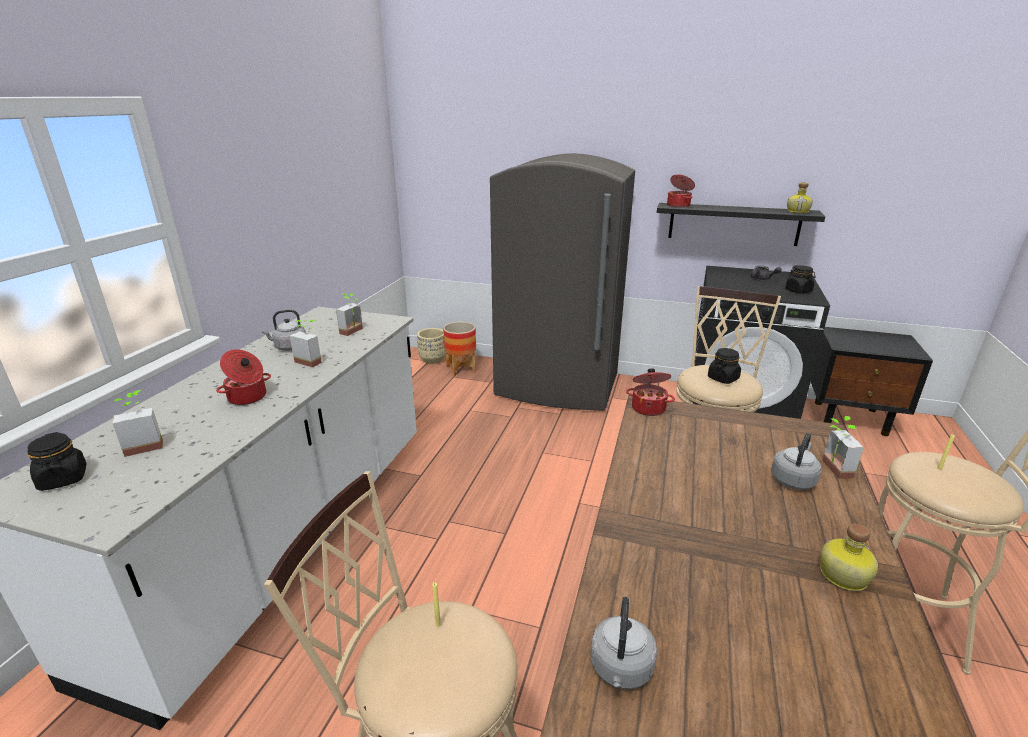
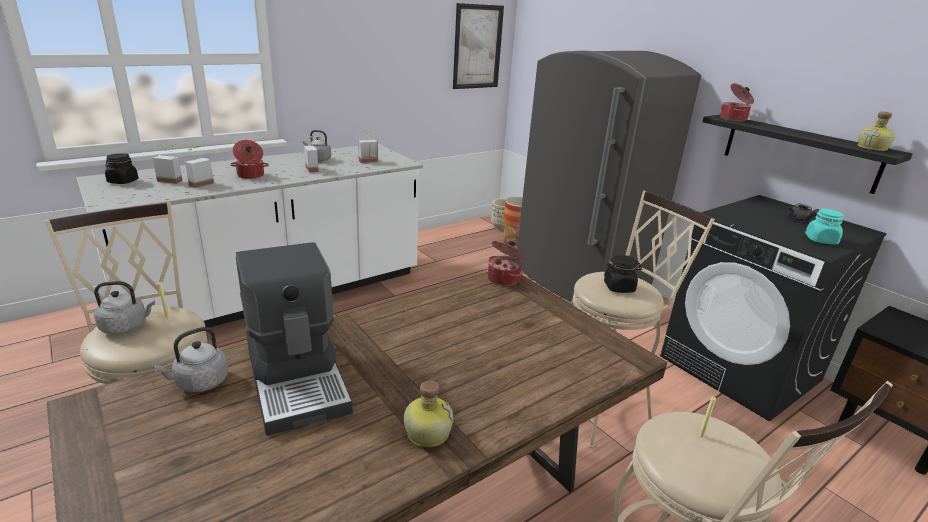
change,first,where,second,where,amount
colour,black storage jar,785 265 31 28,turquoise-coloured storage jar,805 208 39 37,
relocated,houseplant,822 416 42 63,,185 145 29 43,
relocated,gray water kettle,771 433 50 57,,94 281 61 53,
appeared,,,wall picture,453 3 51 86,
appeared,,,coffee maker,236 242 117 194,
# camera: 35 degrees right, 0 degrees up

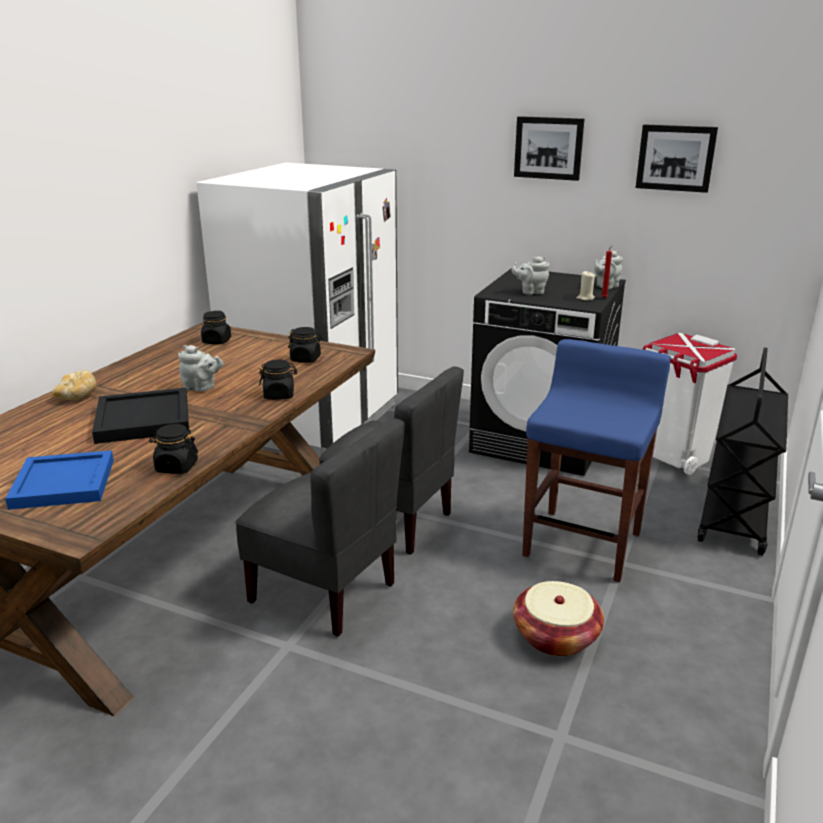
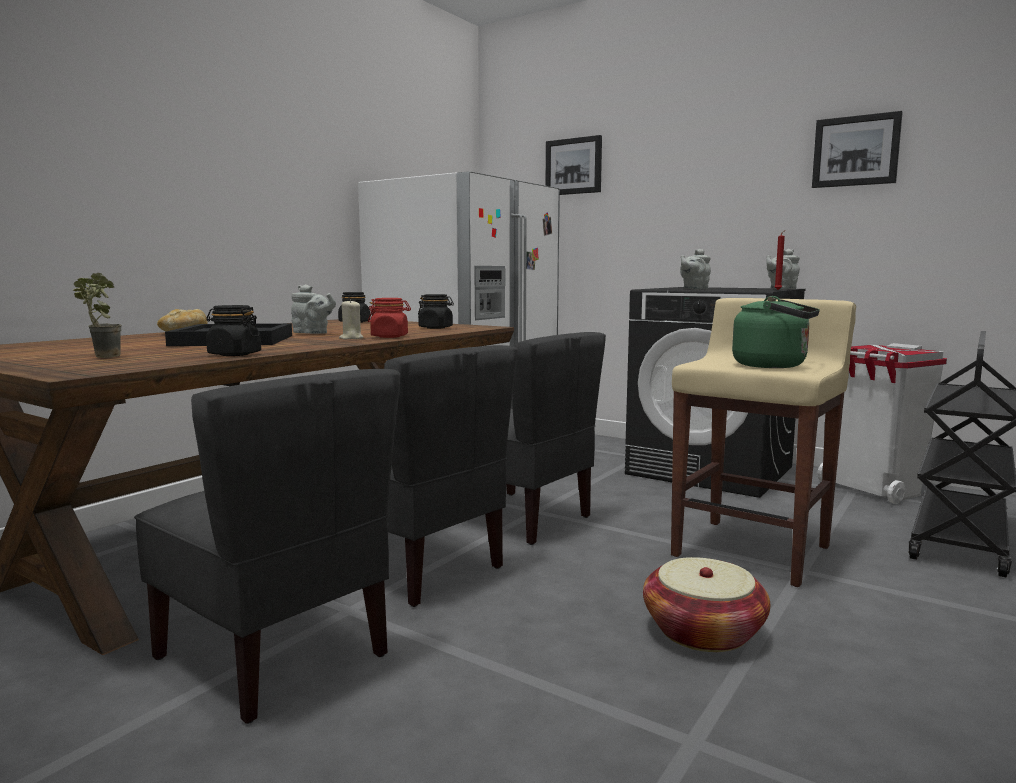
change,first,where,second,where,amount
relocated,wall picture,514 116 70 65,,545 135 57 60,
spun,gray pot for tea,511 256 38 39,,680 249 31 40,45 degrees counterclockwise
relocated,sand-coloured wax light,577 271 18 30,,339 299 25 40,
colour,bluish sitting stool,522 339 149 243,sand-coloured sitting stool,671 298 185 289,
colour,black storage jar,259 359 38 41,red-coloured storage jar,368 298 43 40,
exchanged,bluish serving tray,5 450 109 60,houseplant,72 273 50 85,
appeared,,,greenish water kettle,732 296 88 72,
appeared,,,gray plain chair,134 369 266 355,
# camera: 10 degrees right, 15 degrees down

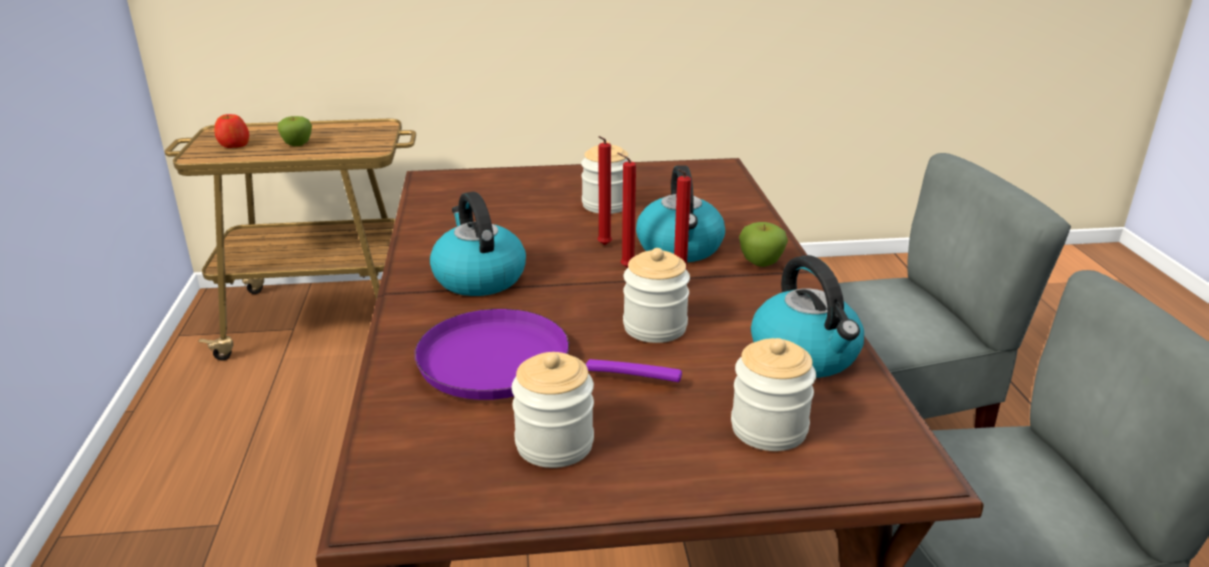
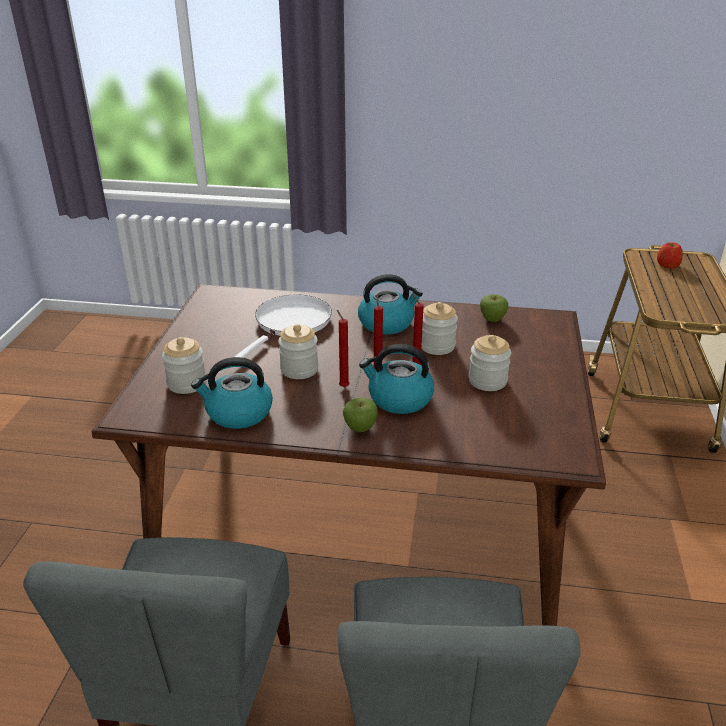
change,first,where,second,where,amount
relocated,apple fruit,277 116 35 30,,480 294 29 28,
colour,purple-coloured frying pan,414 309 268 91,whitish frying pan,235 294 97 64,
relocated,storage jar,512 352 82 116,,421 302 37 53,
# camera: 105 degrees right, 5 degrees up

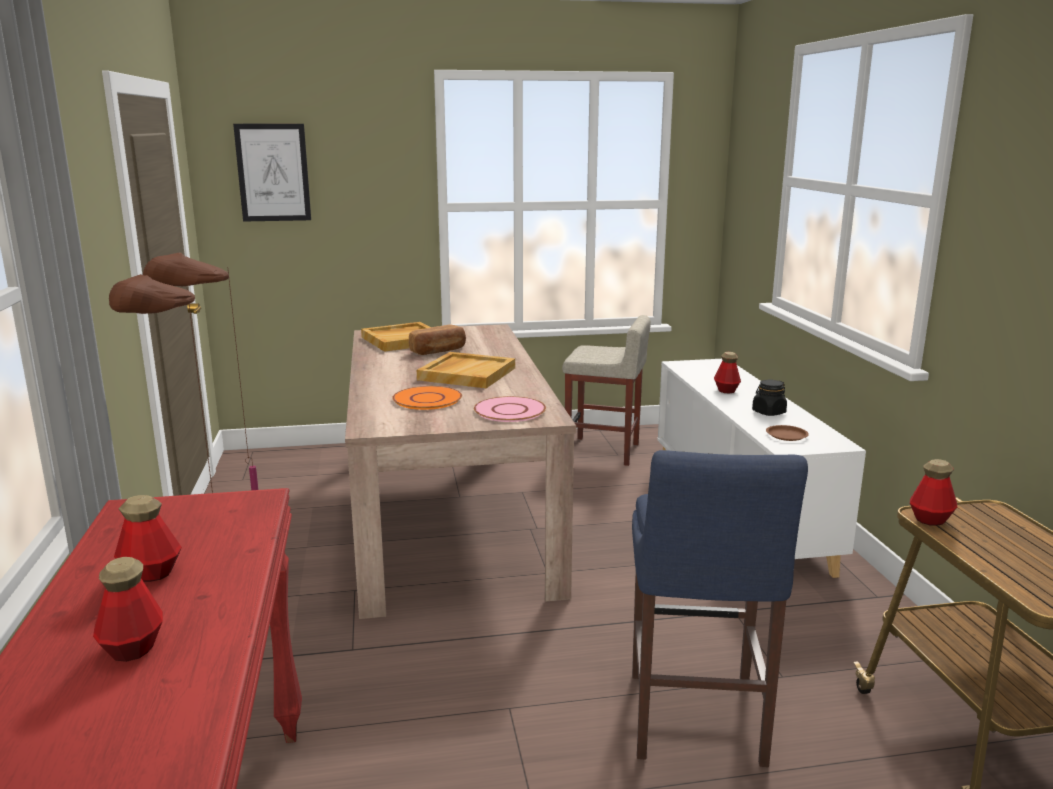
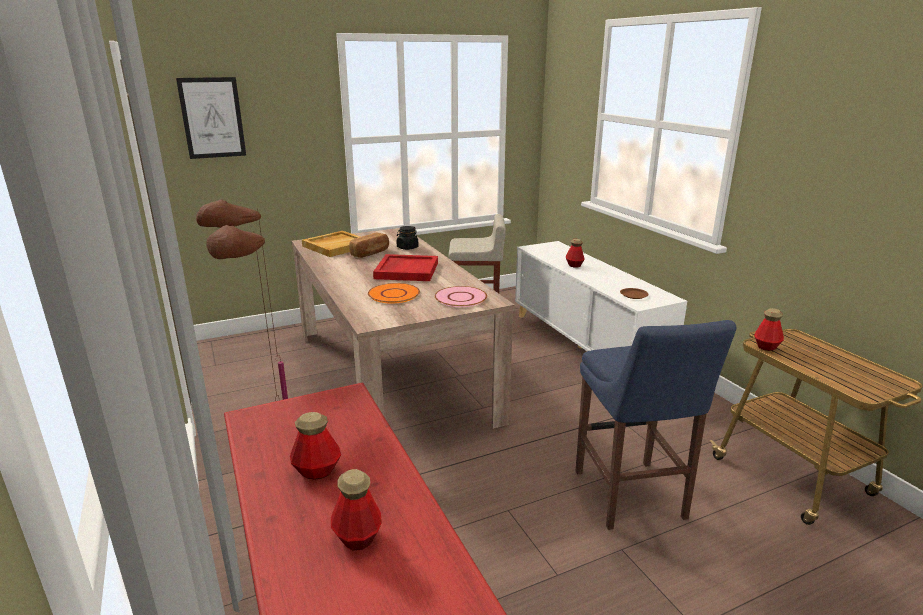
change,first,where,second,where,amount
colour,sand-coloured serving tray,417 352 98 36,red-coloured serving tray,373 254 65 27,
relocated,black storage jar,752 380 35 36,,397 226 21 24,
# camera: 15 degrees left, 5 degrees up

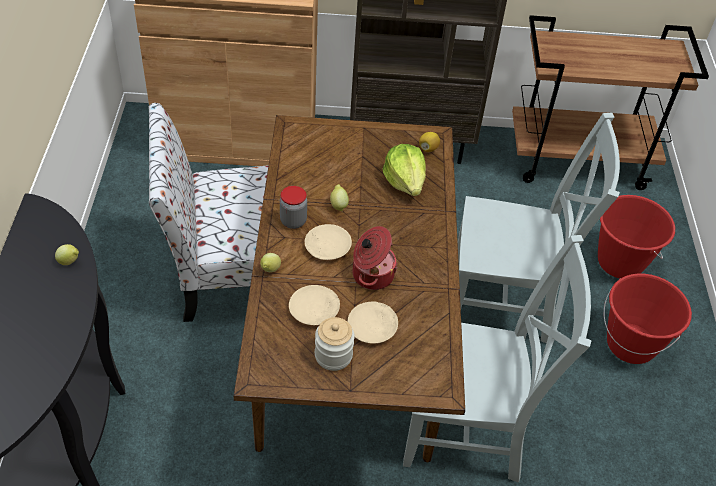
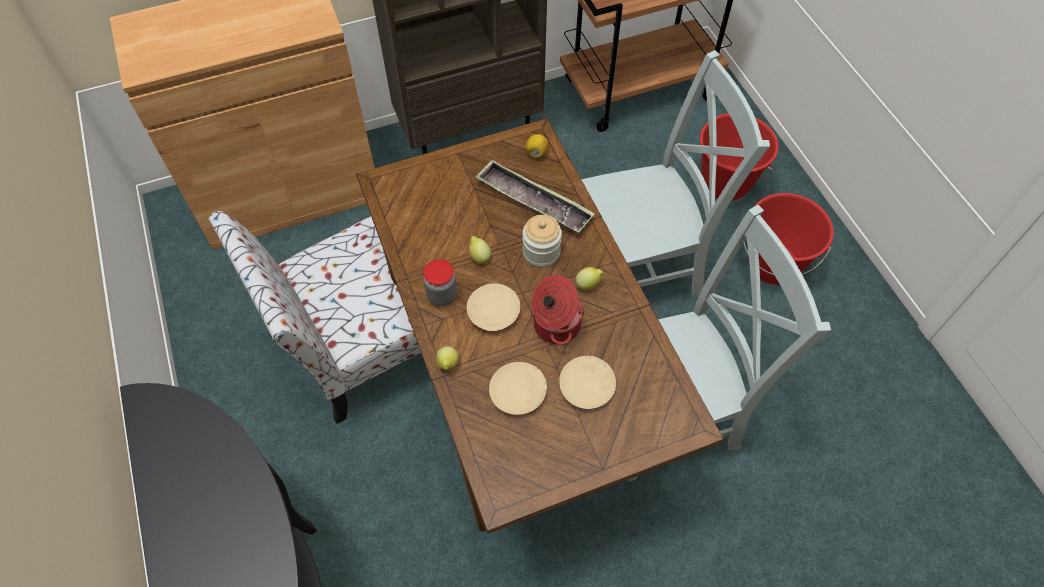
change,first,where,second,where,amount
exchanged,lettuce head,383 144 43 52,serving tray,475 160 120 73,
relocated,citrus fruit,55 244 24 21,,575 267 29 24,
relocated,storage jar,315 317 40 54,,523 215 39 53,
# camera: 20 degrees left, 10 degrees up

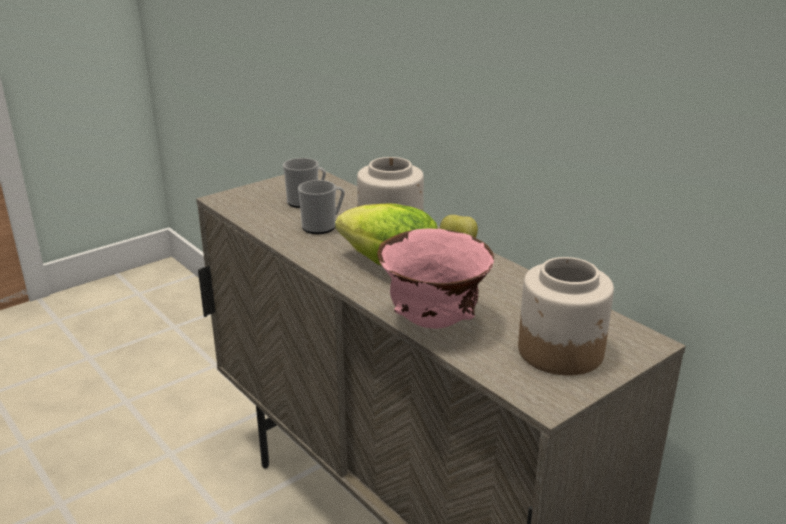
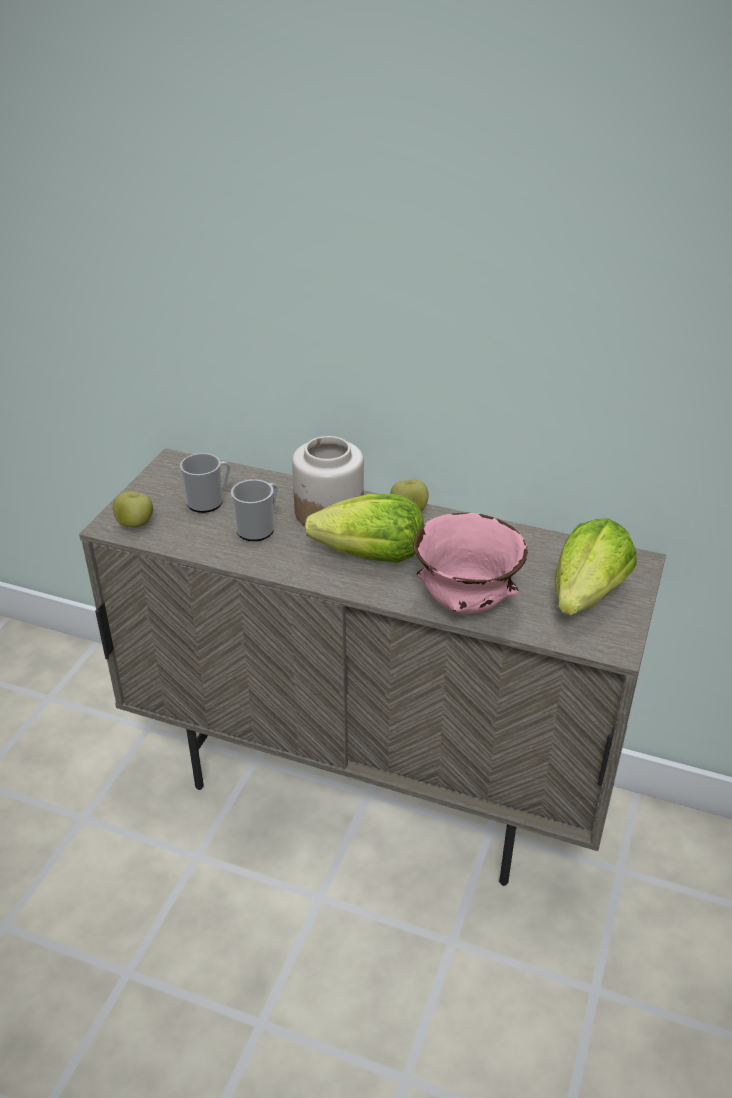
change,first,where,second,where,amount
exchanged,storage jar,518 257 96 118,lettuce head,554 518 83 97,
appeared,,,apple fruit,113 491 40 36,
# camera: 30 degrees left, 10 degrees up

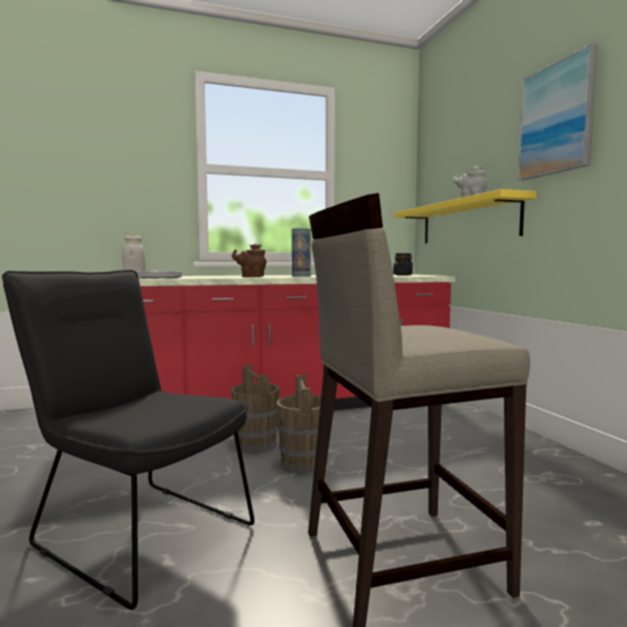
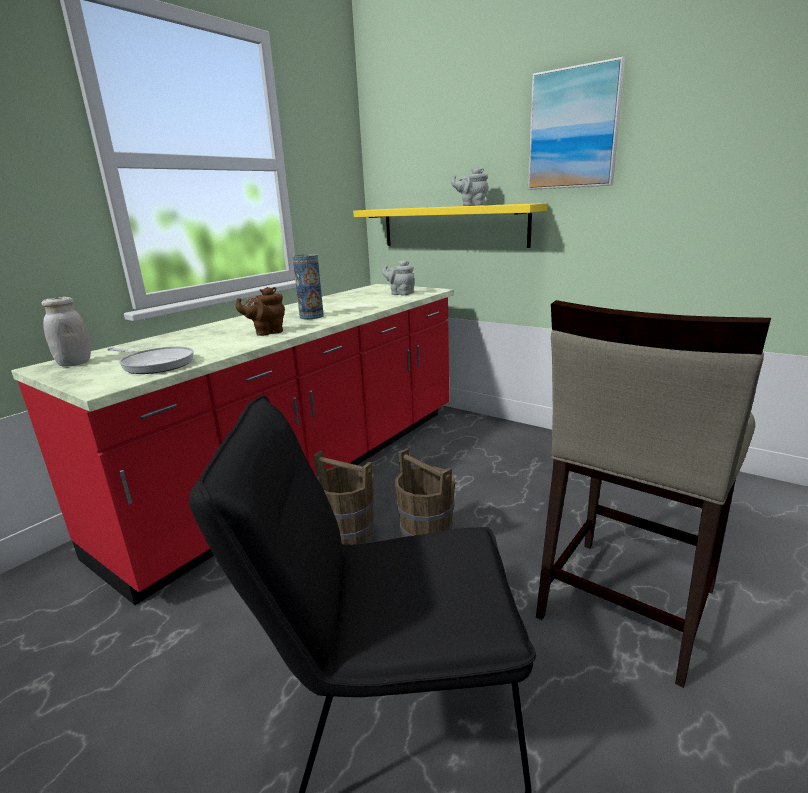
change,first,where,second,where,amount
exchanged,black storage jar,393 253 20 23,gray pot for tea,382 260 33 35,
# camera: 35 degrees left, 15 degrees up

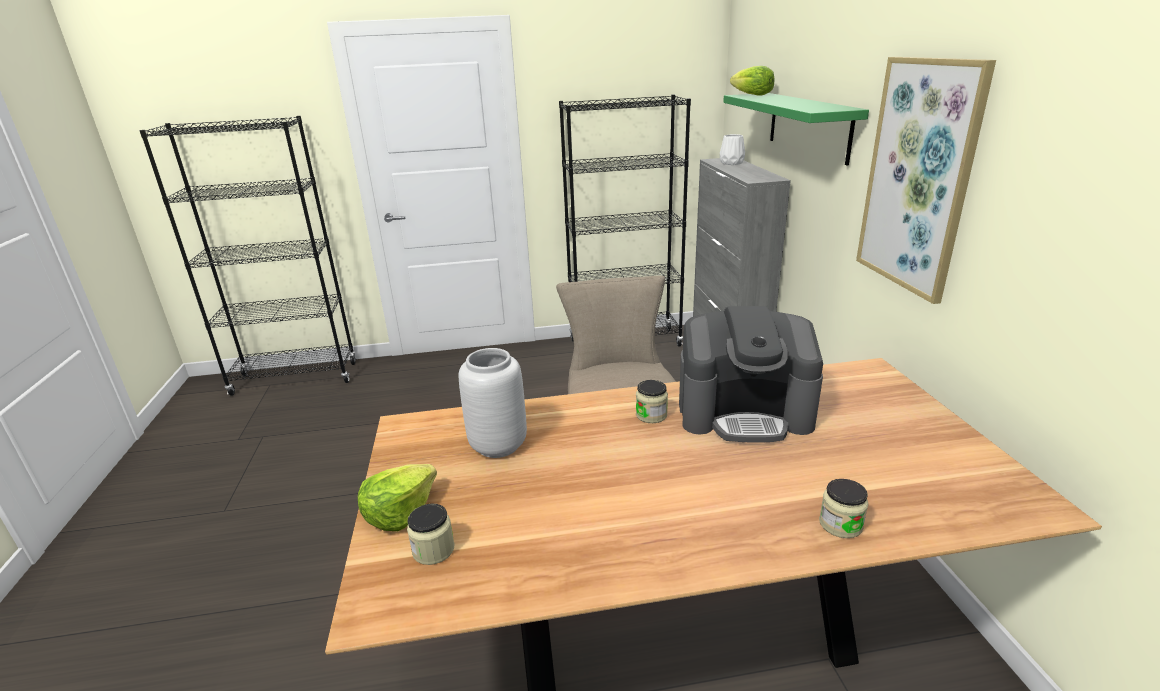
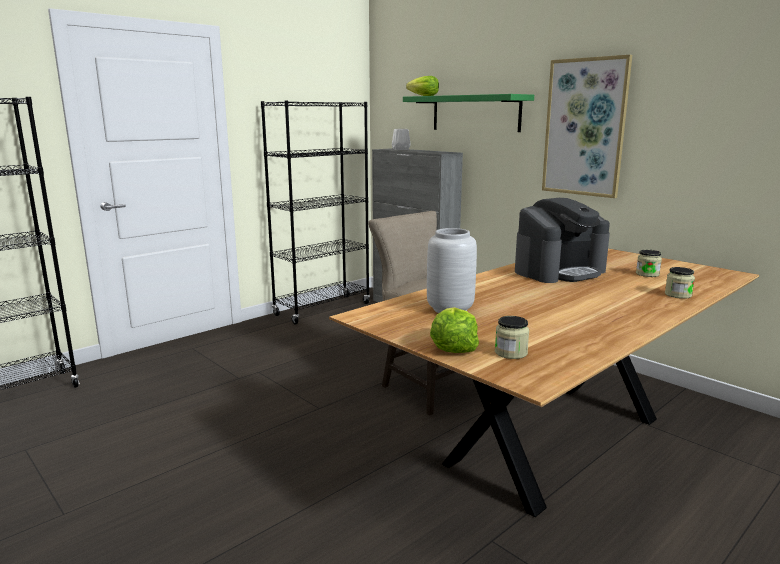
change,first,where,second,where,amount
relocated,storage jar,636 380 32 43,,636 250 26 27,
# camera: 35 degrees left, 10 degrees down

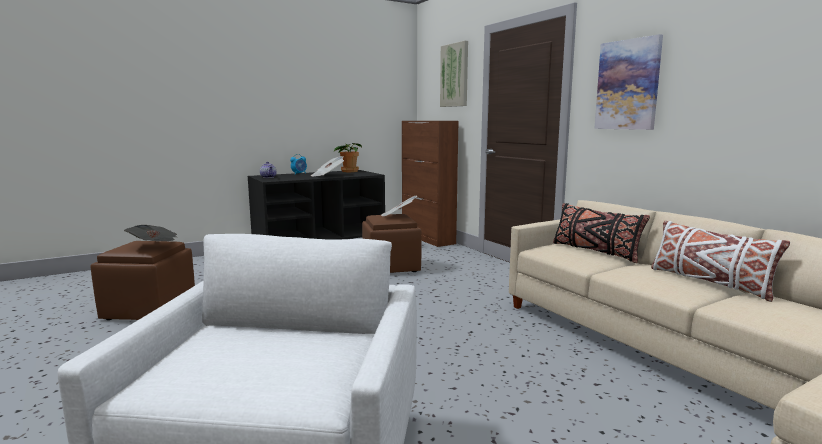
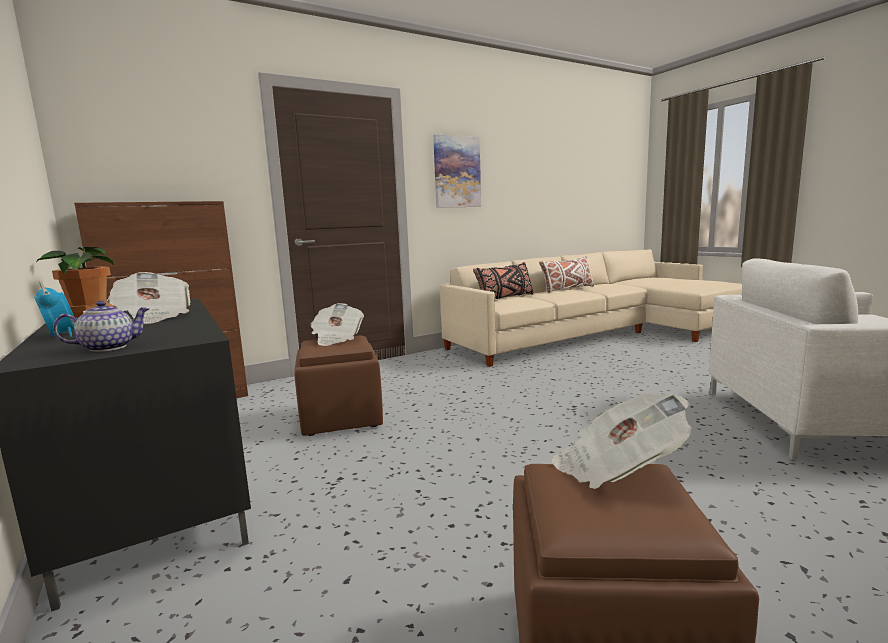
change,first,where,second,where,amount
missing,wall picture,440 41 28 66,,,
# camera: 90 degrees left, 0 degrees up

